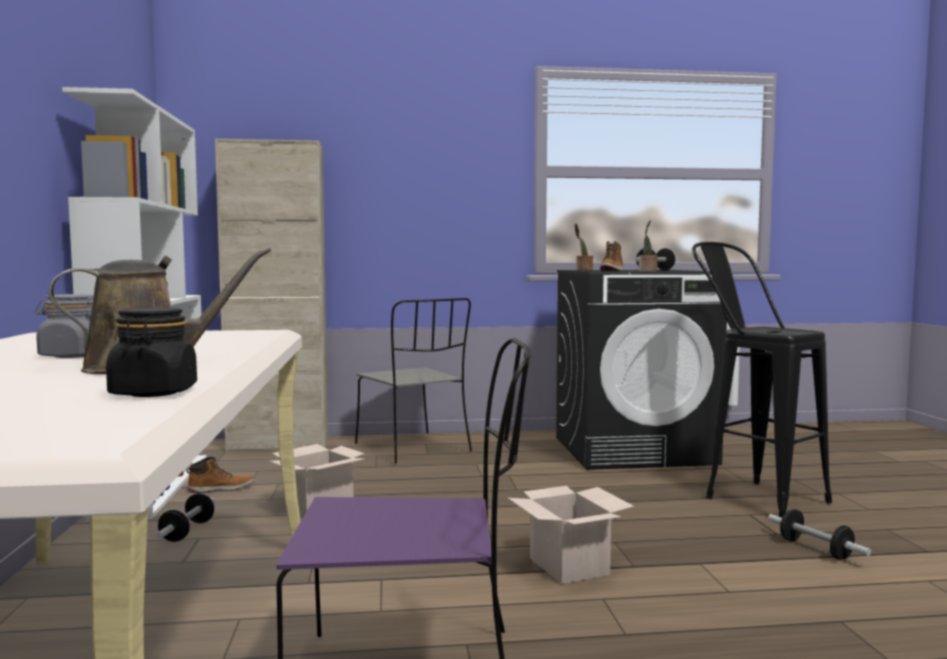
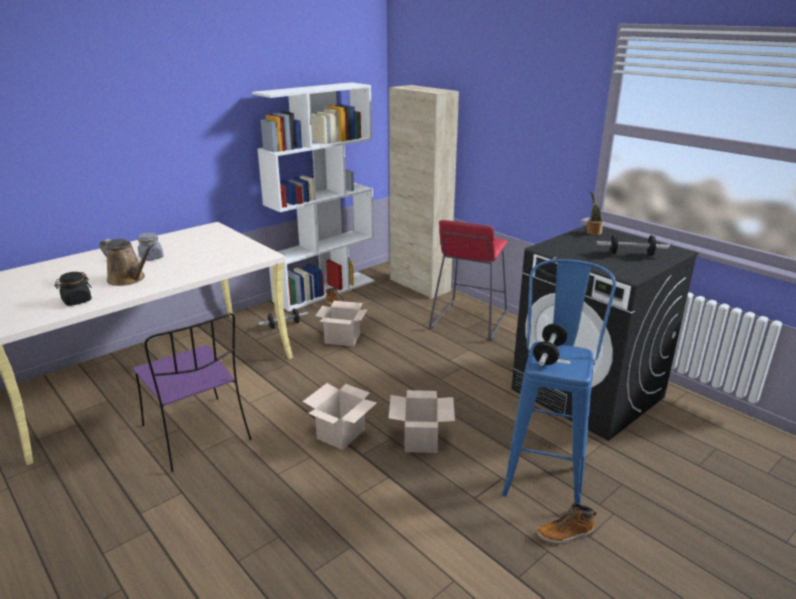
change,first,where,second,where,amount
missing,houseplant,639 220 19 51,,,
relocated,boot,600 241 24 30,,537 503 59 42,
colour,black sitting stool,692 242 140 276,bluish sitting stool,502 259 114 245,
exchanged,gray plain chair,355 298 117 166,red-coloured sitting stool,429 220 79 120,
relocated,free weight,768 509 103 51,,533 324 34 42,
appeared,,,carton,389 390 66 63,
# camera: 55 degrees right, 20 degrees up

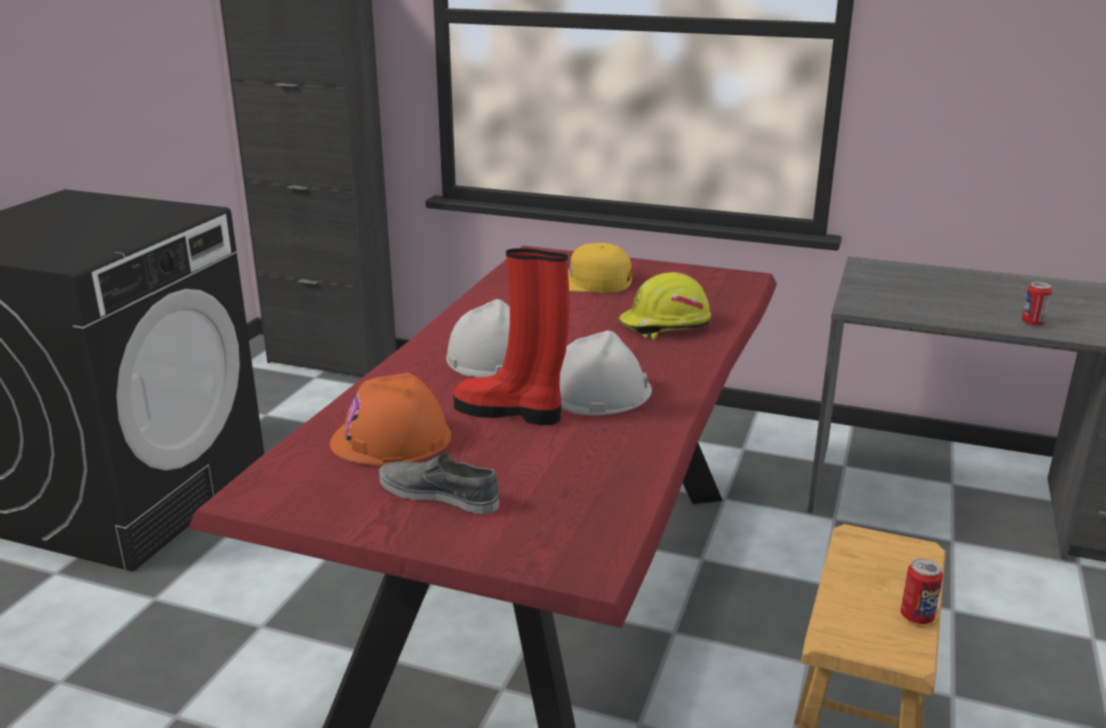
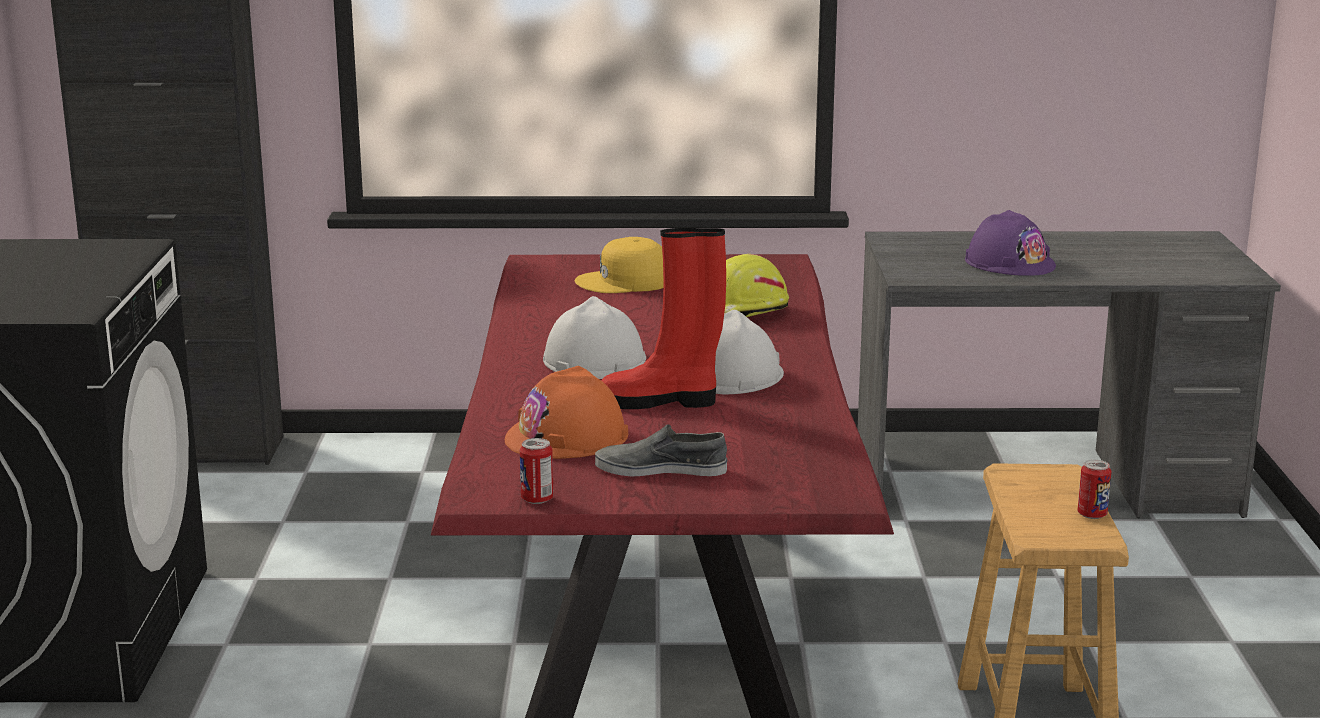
change,first,where,second,where,amount
relocated,metal can,1022 282 30 44,,520 438 33 66,
appeared,,,purple-coloured work helmet,965 210 91 66,
# camera: 20 degrees left, 5 degrees down

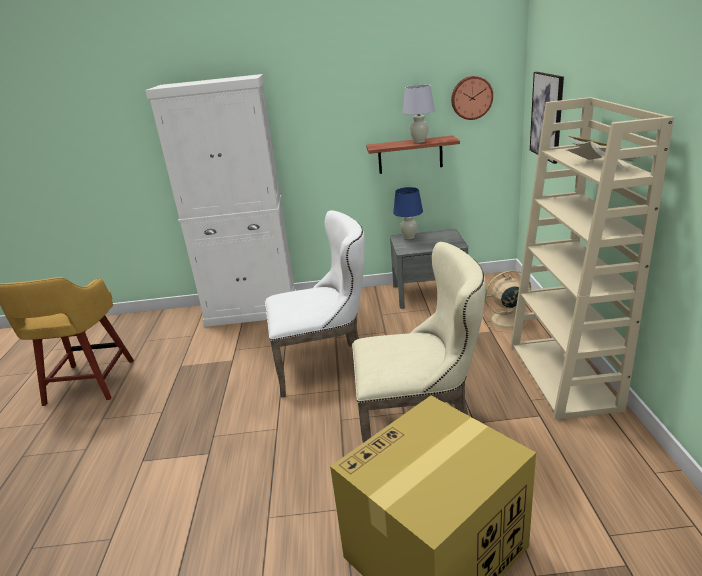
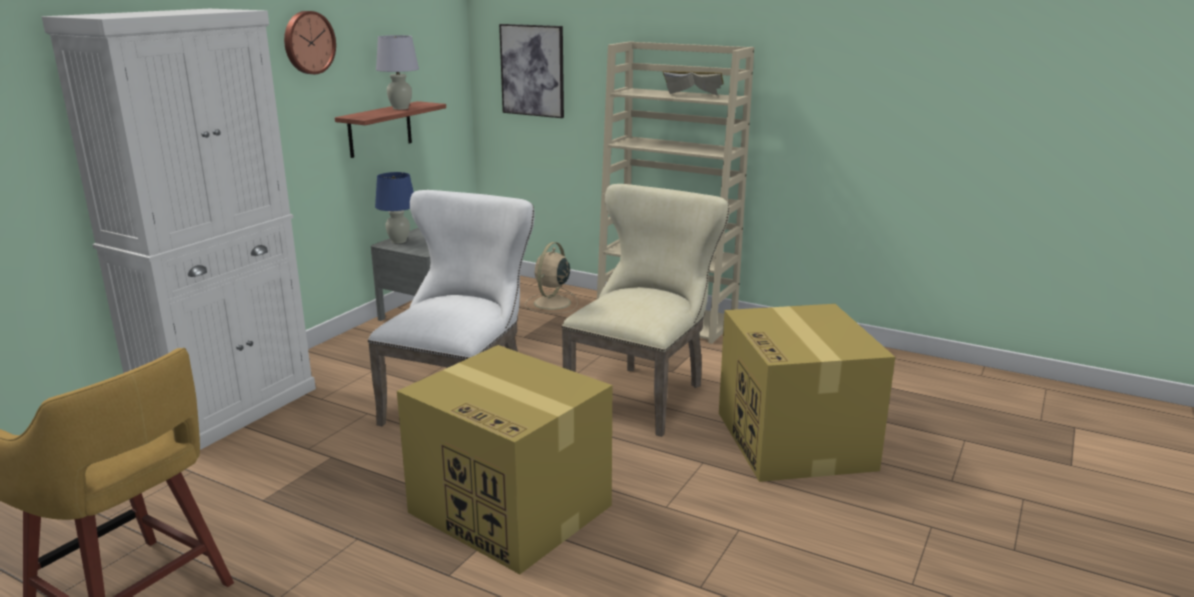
change,first,where,second,where,amount
relocated,clock on the wall,451 76 42 44,,284 11 52 63,
appeared,,,carton,397 345 215 229,
# camera: 60 degrees left, 5 degrees down

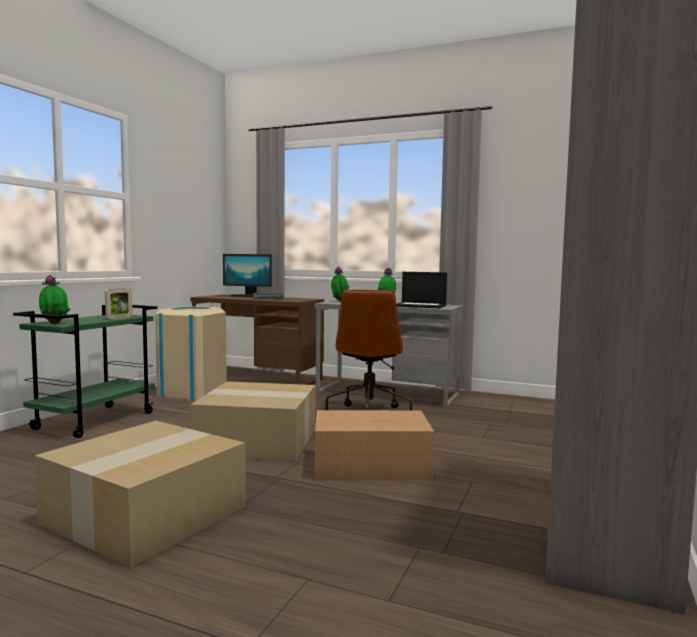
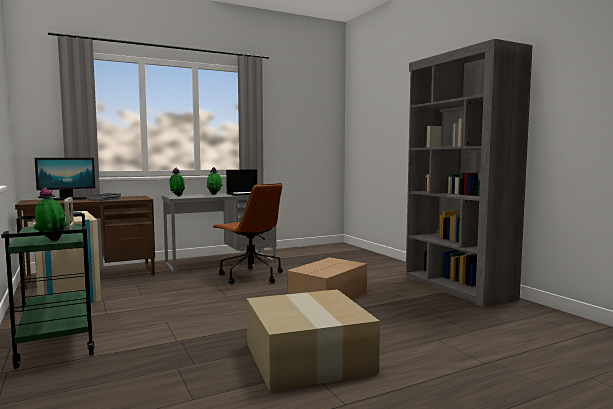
change,first,where,second,where,amount
missing,carton,190 381 126 81,,,
# camera: 50 degrees left, 0 degrees up

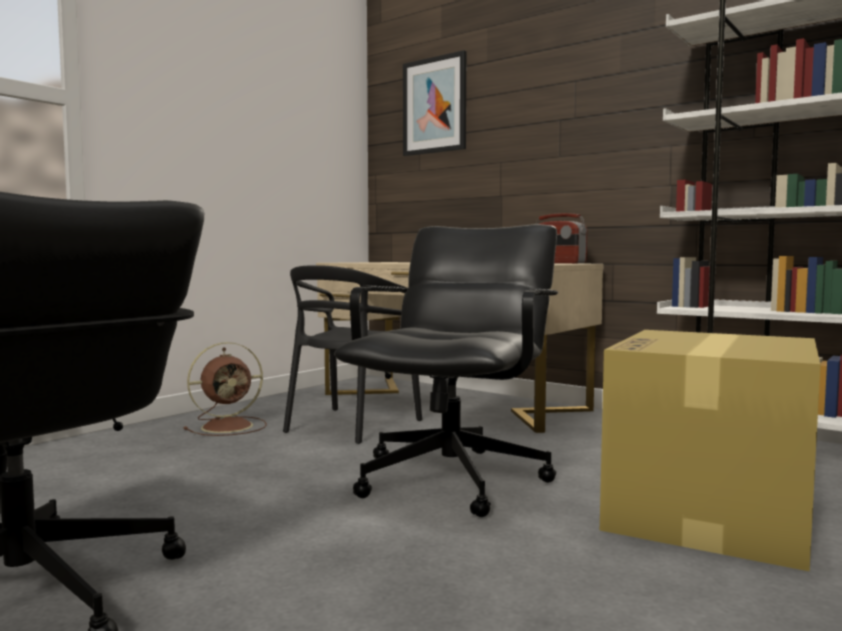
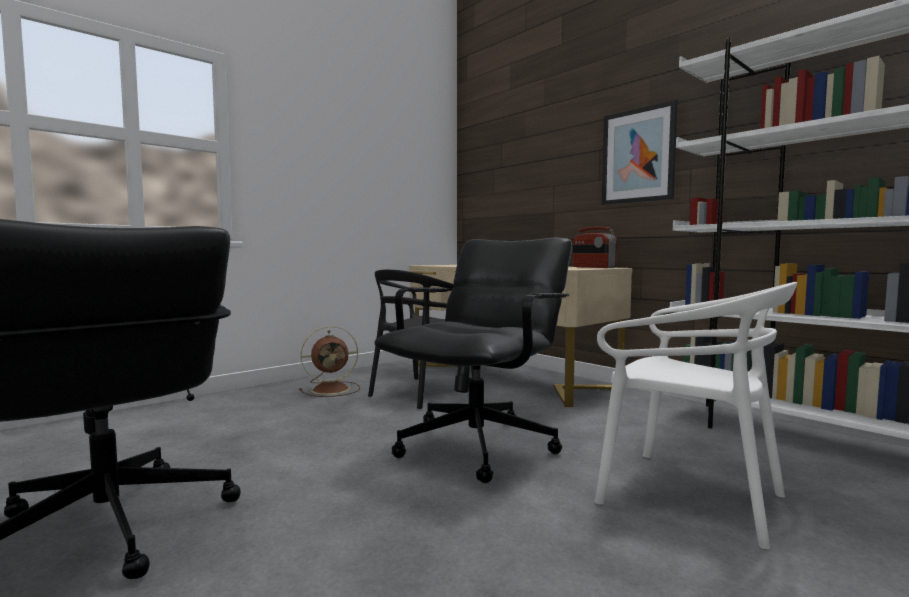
change,first,where,second,where,amount
relocated,wall picture,403 50 63 106,,602 100 76 105,
exchanged,carton,600 330 221 241,whitish plain chair,594 282 203 268,
# camera: 10 degrees right, 0 degrees up

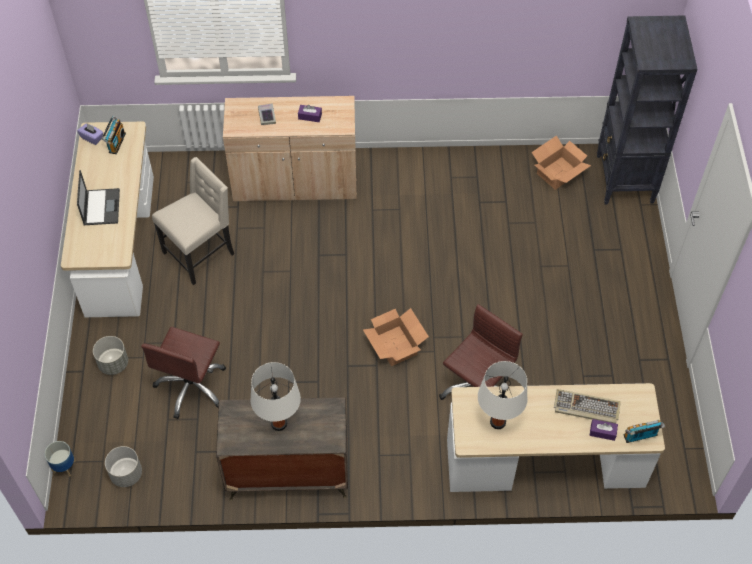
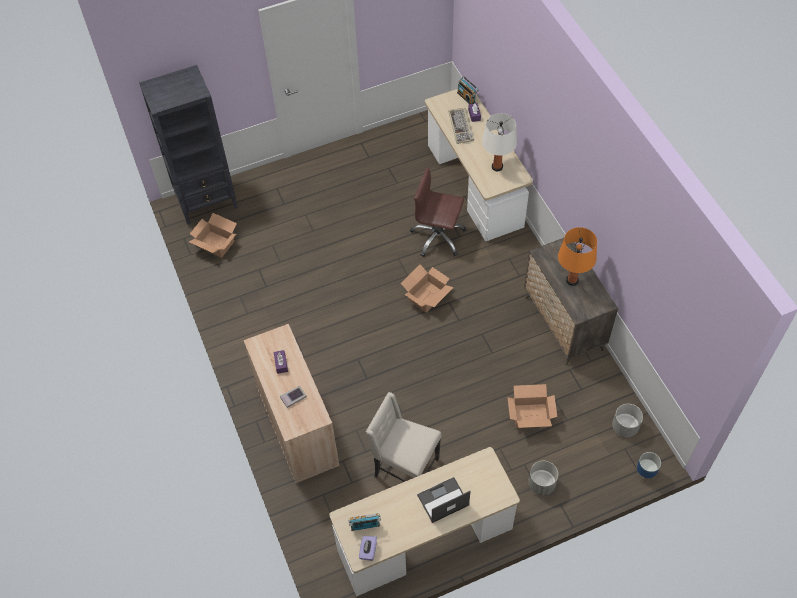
change,first,where,second,where,amount
exchanged,brownish desk chair,141 327 85 92,carton,508 384 50 44,
colour,whitish tabletop lamp,250 362 51 69,orangey tabletop lamp,558 227 39 59,
# camera: 110 degrees left, 0 degrees up

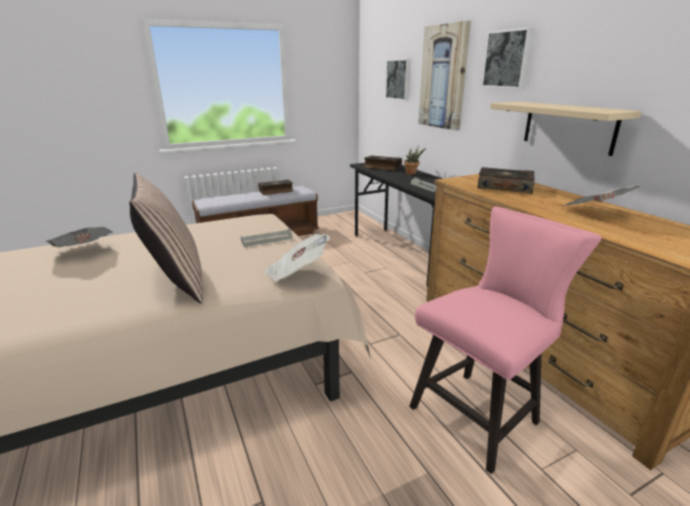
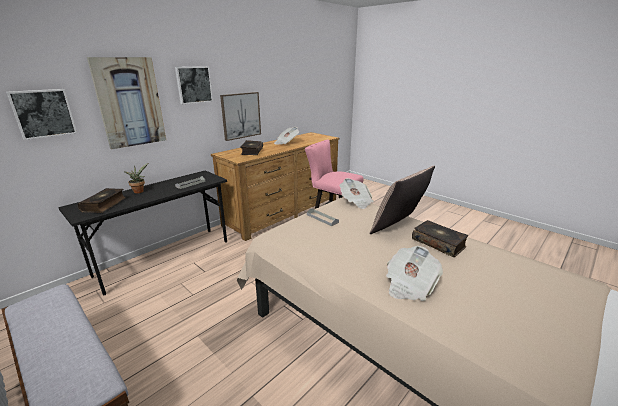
change,first,where,second,where,amount
exchanged,sand-coloured bracket shelf,490 102 152 54,wall picture,220 92 41 49,
relocated,book,258 179 35 16,,412 220 56 37,
# camera: 110 degrees left, 0 degrees up

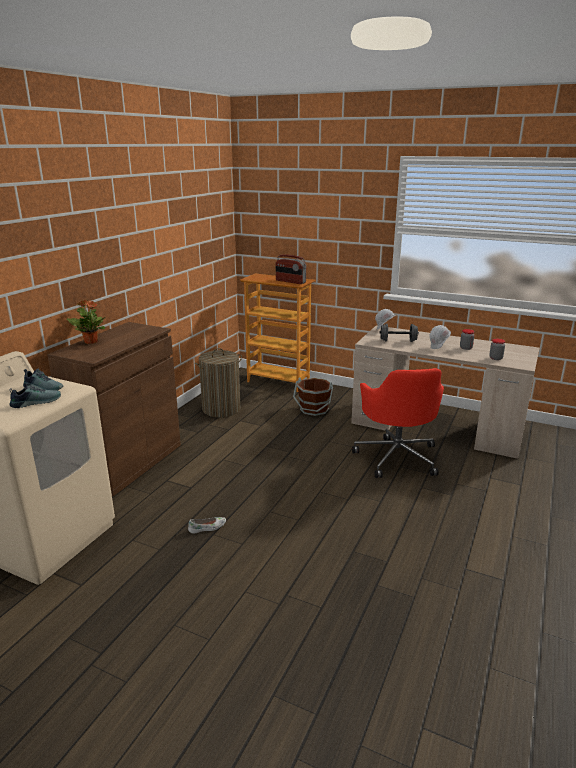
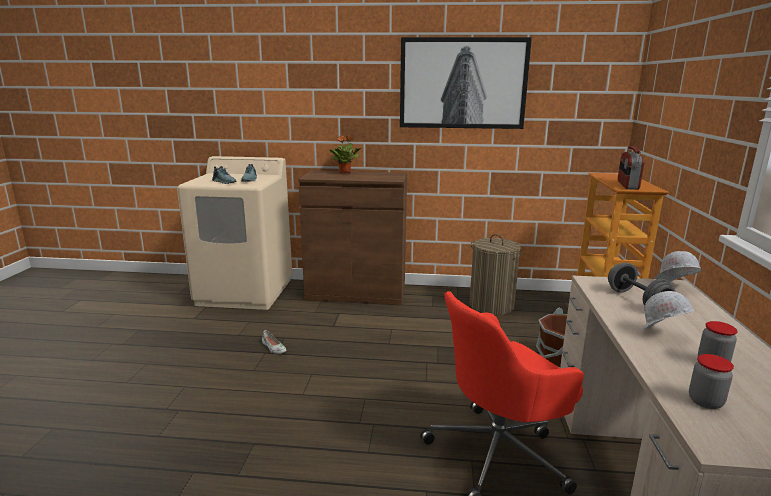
change,first,where,second,where,amount
appeared,,,wall picture,400 37 132 92,
# camera: 70 degrees right, 5 degrees down

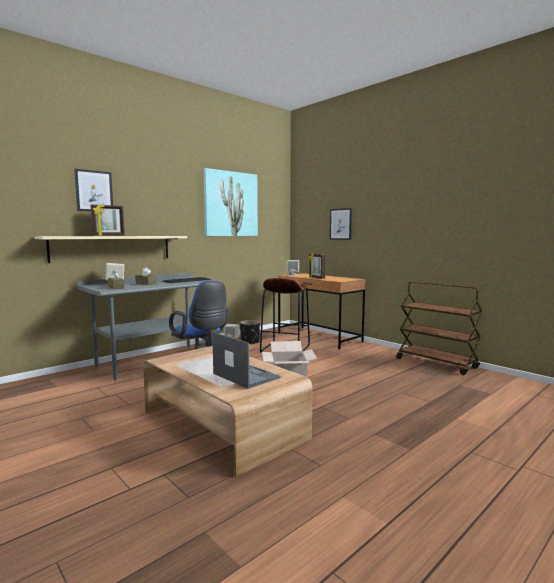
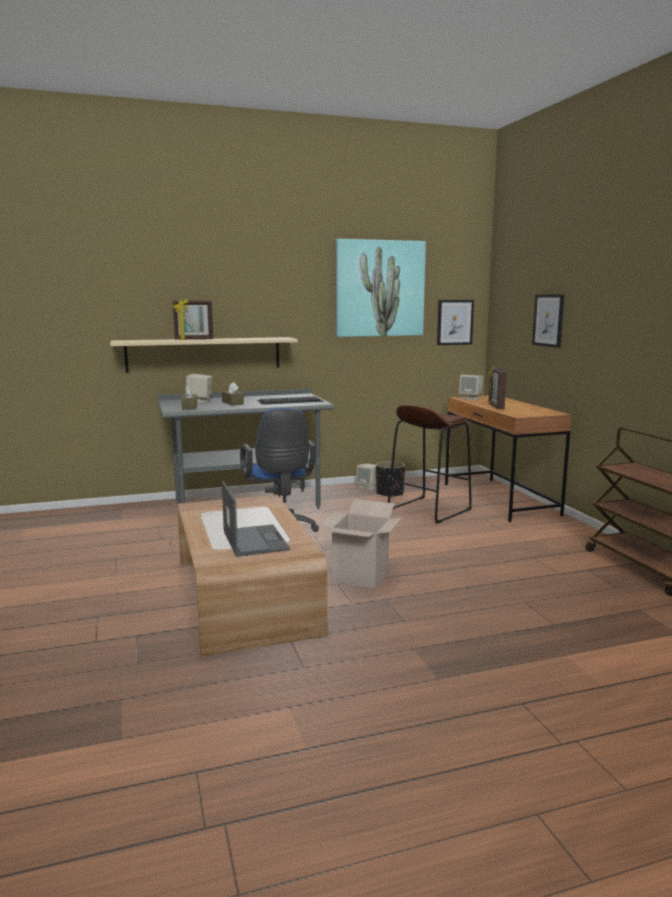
change,first,where,second,where,amount
relocated,wall picture,74 169 39 43,,437 300 37 45,
# camera: 25 degrees right, 5 degrees up

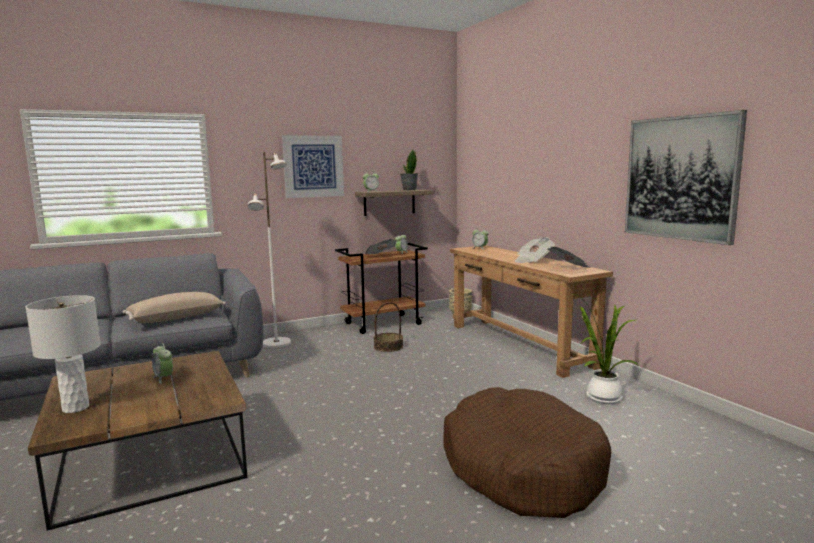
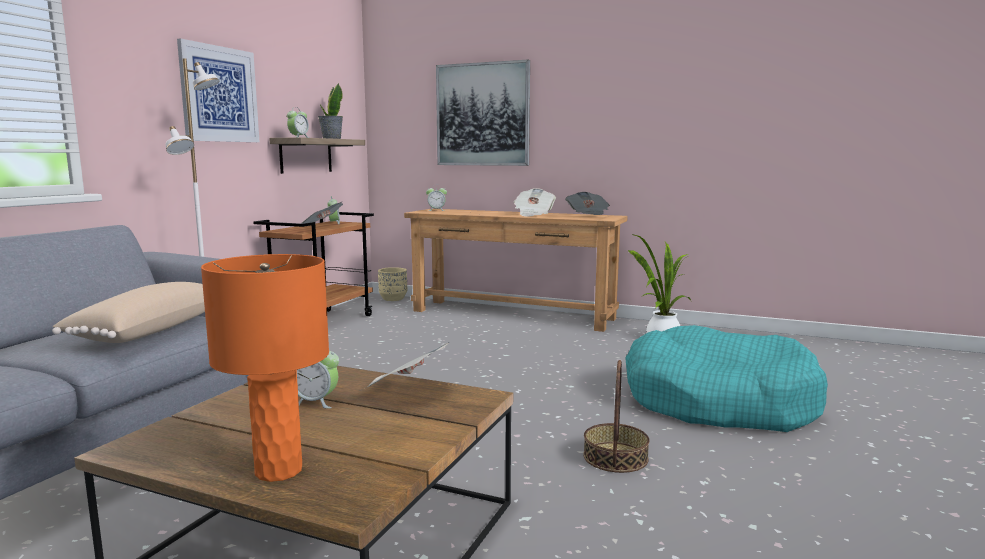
change,first,where,second,where,amount
relocated,wall picture,625 110 122 135,,436 59 94 107,
colour,whitish tabletop lamp,25 295 76 118,orangey tabletop lamp,201 254 128 228,
relocated,storage basket,374 302 29 50,,583 360 67 113,
colour,brownish dog cushion,444 387 167 131,turquoise-coloured dog cushion,625 325 203 107,
appeared,,,printed paper,360 342 89 49,
# camera: 40 degrees left, 0 degrees up

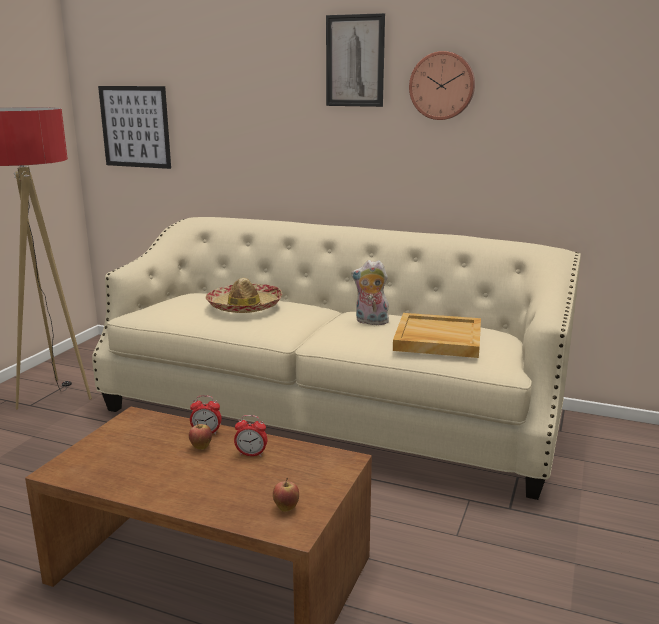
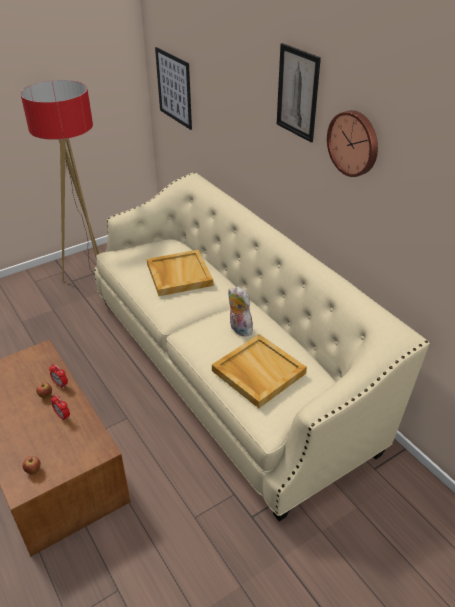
change,first,where,second,where,amount
exchanged,hat,206 278 76 35,sand-coloured serving tray,147 250 66 46,
# camera: 35 degrees right, 20 degrees up

